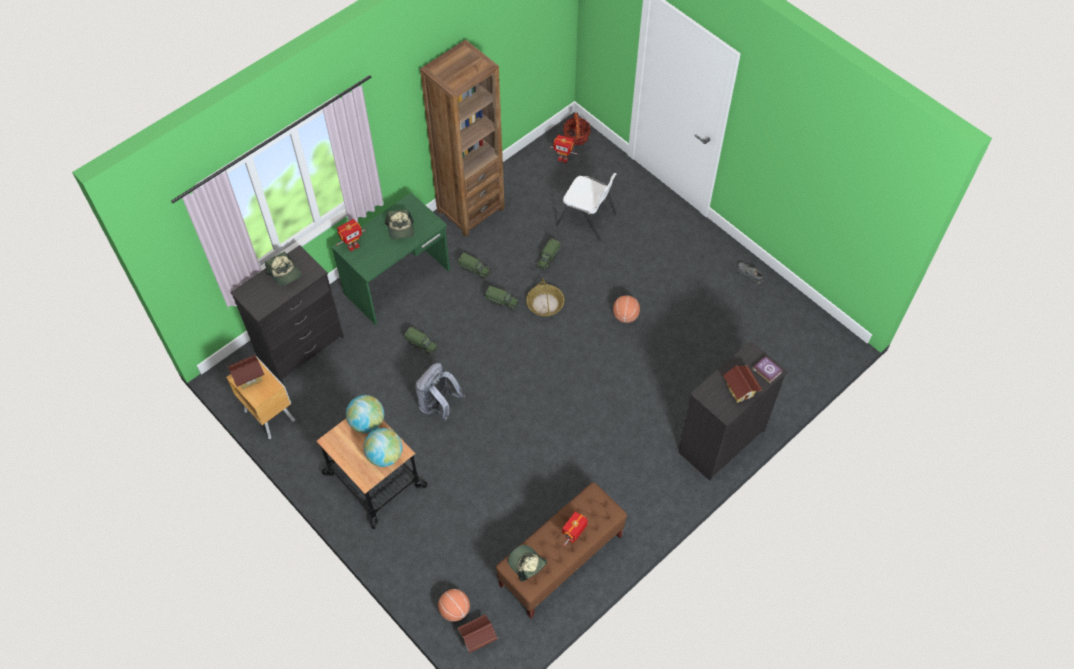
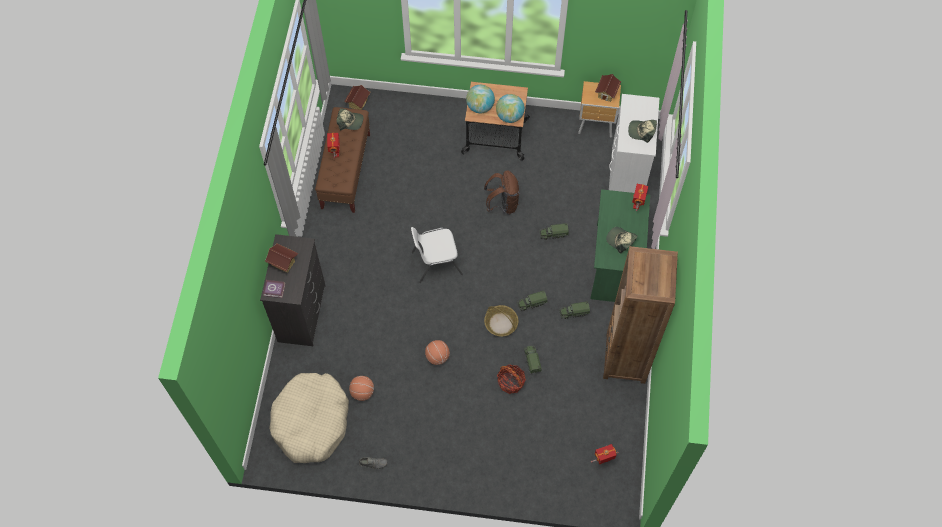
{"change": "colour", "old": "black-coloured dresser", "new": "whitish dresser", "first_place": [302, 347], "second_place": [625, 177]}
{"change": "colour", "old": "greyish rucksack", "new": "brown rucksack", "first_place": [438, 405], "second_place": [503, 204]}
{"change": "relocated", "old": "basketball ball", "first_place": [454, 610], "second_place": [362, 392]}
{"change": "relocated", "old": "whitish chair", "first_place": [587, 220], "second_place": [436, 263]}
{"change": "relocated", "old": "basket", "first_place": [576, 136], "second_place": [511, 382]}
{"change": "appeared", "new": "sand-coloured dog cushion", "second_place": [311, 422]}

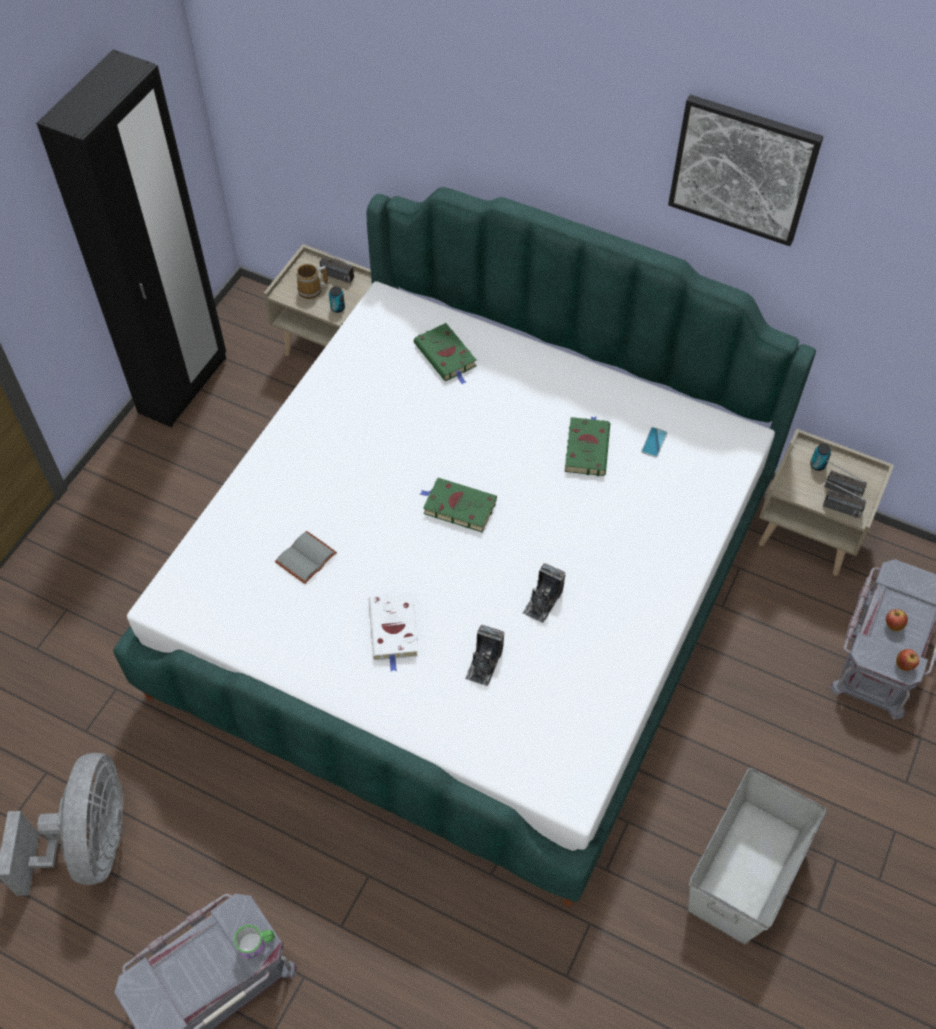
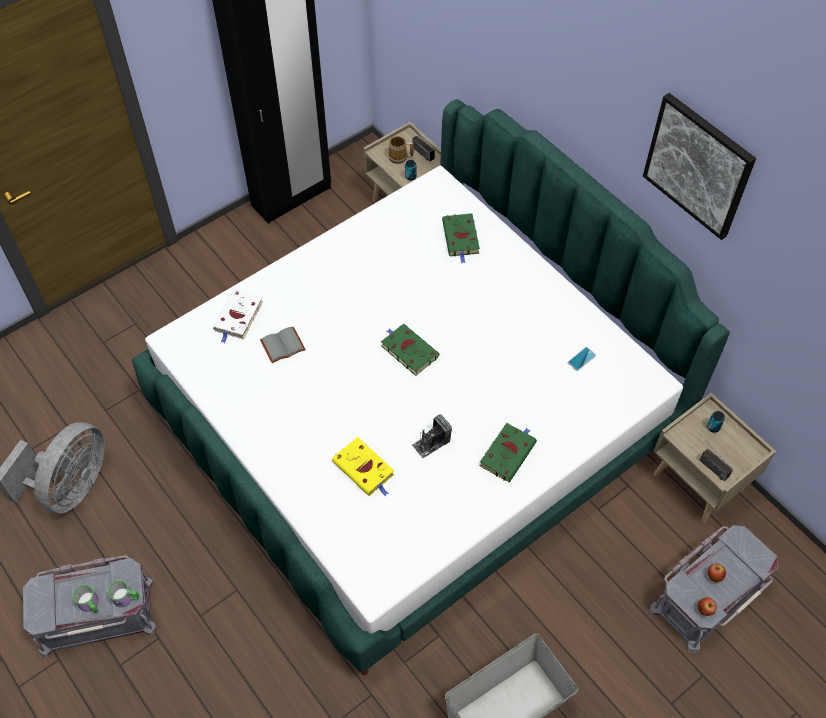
{"change": "relocated", "old": "whitish bound book", "first_place": [394, 631], "second_place": [238, 318]}
{"change": "exchanged", "old": "photo camera", "new": "yellowish bound book", "first_place": [484, 663], "second_place": [364, 469]}
{"change": "relocated", "old": "greenish bound book", "first_place": [586, 447], "second_place": [508, 453]}
{"change": "missing", "old": "radio receiver", "first_place": [833, 487]}
{"change": "appeared", "new": "tea mug", "second_place": [90, 604]}

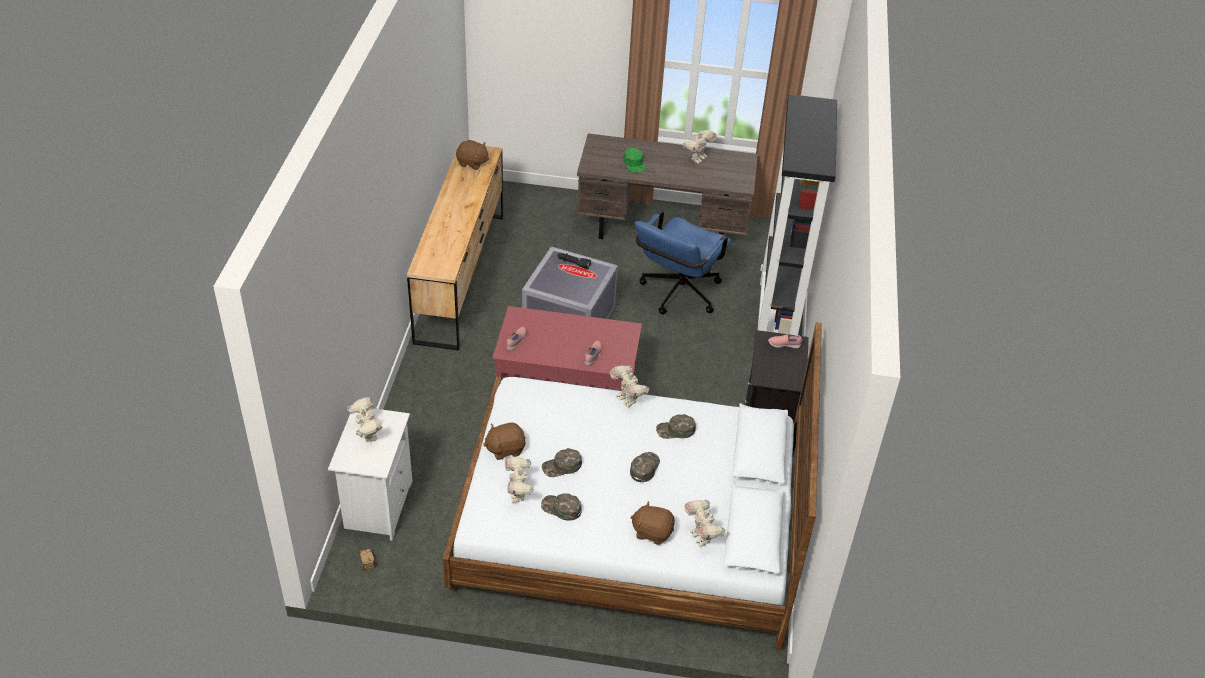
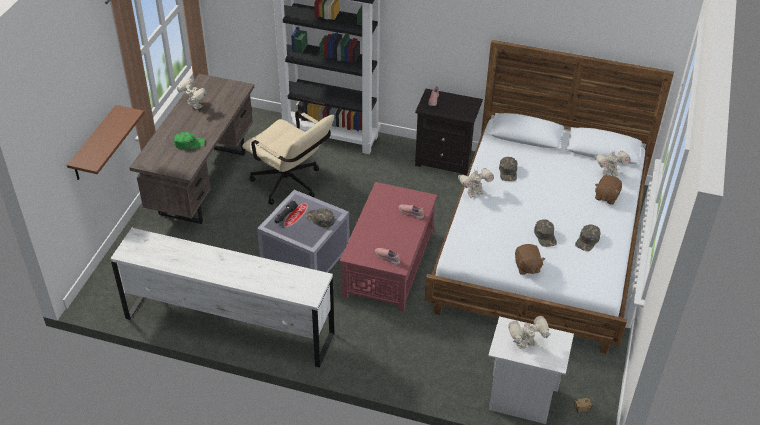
{"change": "colour", "old": "brown dresser", "new": "whitish dresser", "first_place": [461, 277], "second_place": [229, 325]}
{"change": "missing", "old": "brown soft toy", "first_place": [472, 163]}
{"change": "missing", "old": "toy robot", "first_place": [518, 494]}
{"change": "relocated", "old": "greenish cap", "first_place": [644, 467], "second_place": [320, 219]}
{"change": "colour", "old": "blue computer chair", "new": "sand-coloured computer chair", "first_place": [676, 295], "second_place": [291, 185]}
{"change": "appeared", "new": "brown wall shelf", "second_place": [94, 144]}

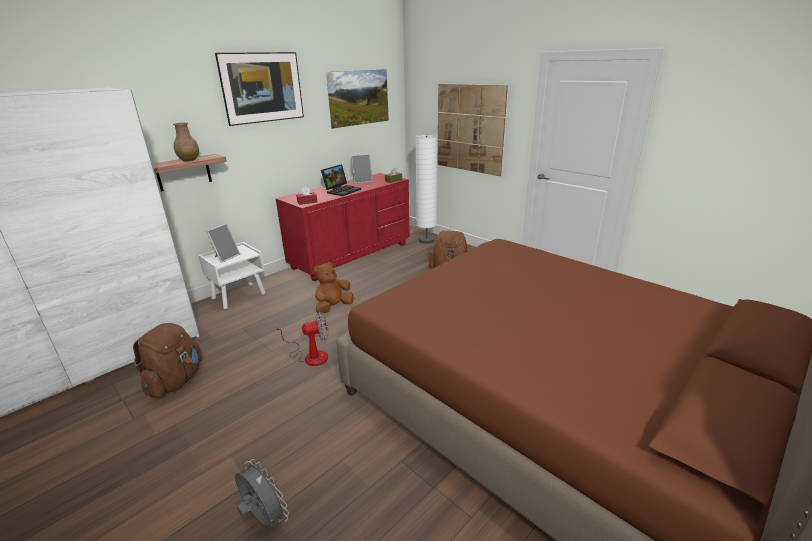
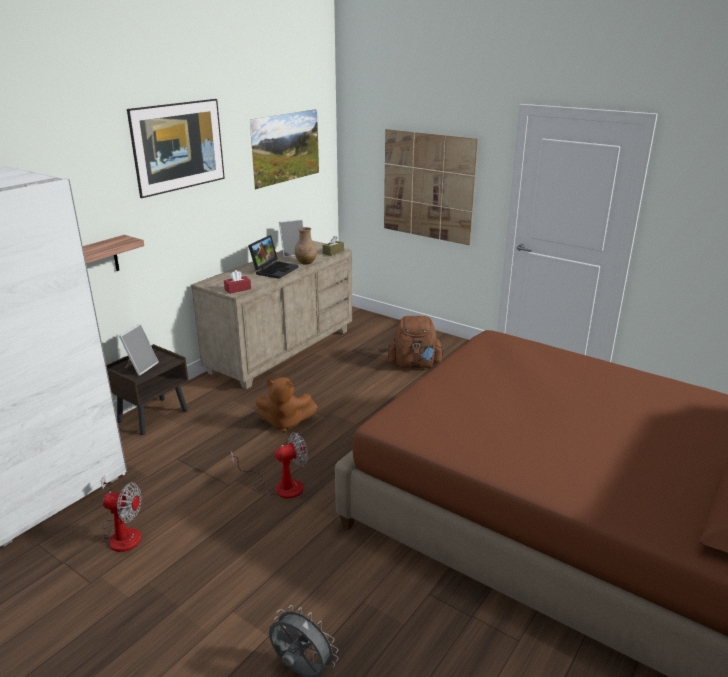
{"change": "exchanged", "old": "brown rucksack", "new": "fan", "first_place": [176, 381], "second_place": [122, 533]}
{"change": "relocated", "old": "brown flower vase", "first_place": [189, 160], "second_place": [306, 262]}
{"change": "colour", "old": "whitish night table", "new": "brown night table", "first_place": [239, 296], "second_place": [153, 415]}
{"change": "colour", "old": "reddish dresser", "new": "sand-coloured dresser", "first_place": [351, 256], "second_place": [282, 351]}
{"change": "spun", "old": "brown soft toy", "first_place": [333, 307], "second_place": [285, 423], "degrees": -120}
{"change": "missing", "old": "whitish standard lamp", "first_place": [426, 240]}

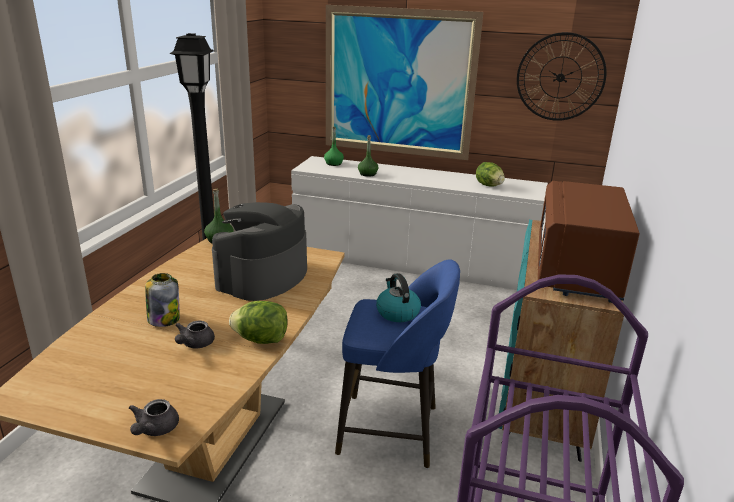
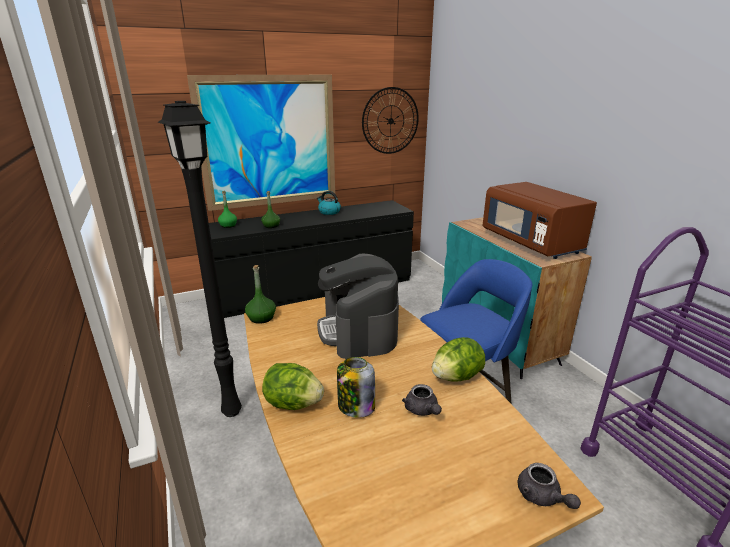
{"change": "colour", "old": "whitish dresser", "new": "black-coloured dresser", "first_place": [412, 262], "second_place": [313, 289]}
{"change": "relocated", "old": "tea kettle", "first_place": [397, 312], "second_place": [329, 212]}
{"change": "relocated", "old": "lettuce head", "first_place": [489, 185], "second_place": [293, 404]}

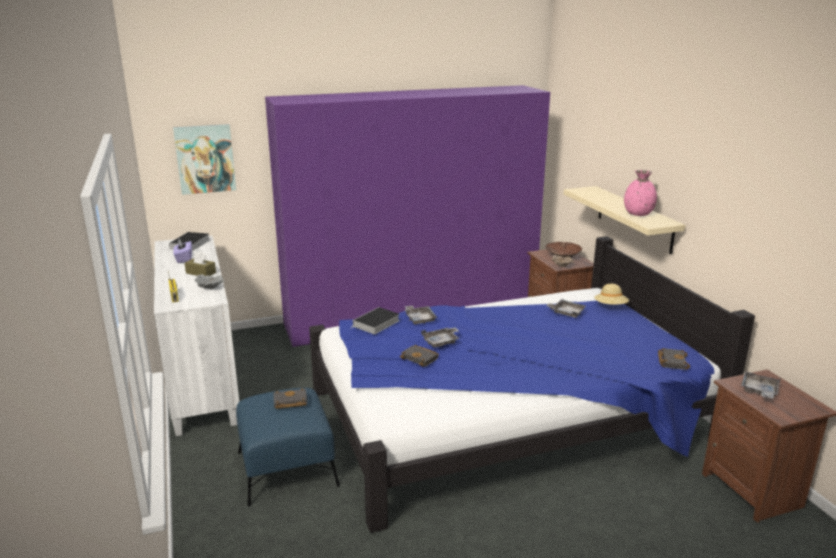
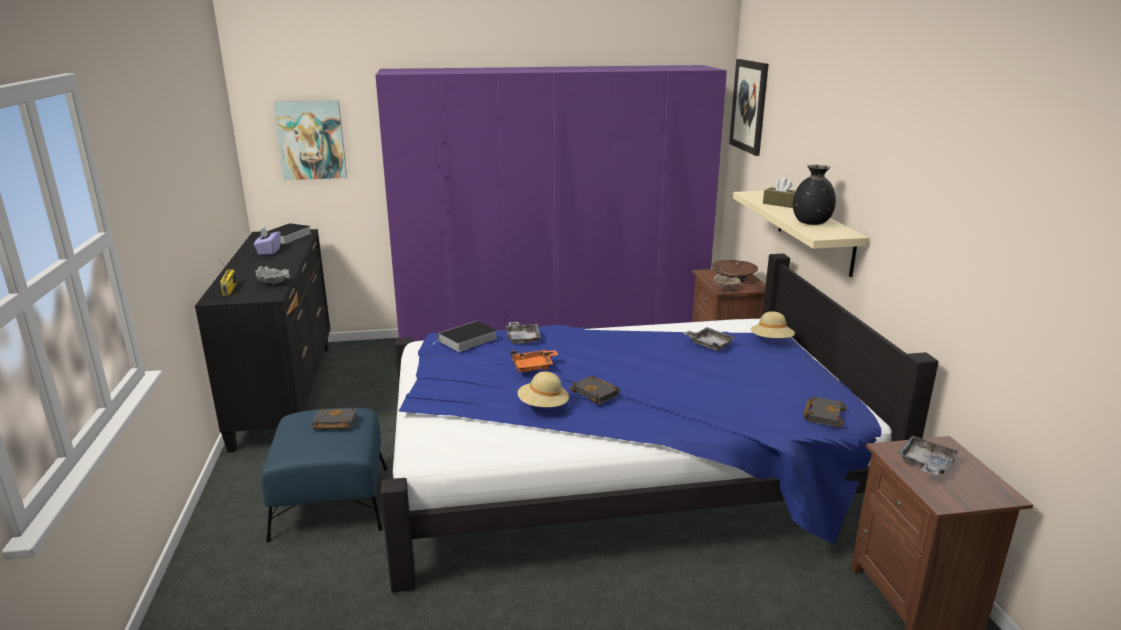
{"change": "colour", "old": "whitish dresser", "new": "black-coloured dresser", "first_place": [202, 380], "second_place": [286, 393]}
{"change": "relocated", "old": "brown tissue box", "first_place": [201, 273], "second_place": [780, 204]}
{"change": "relocated", "old": "black-coloured bound book", "first_place": [421, 358], "second_place": [597, 393]}
{"change": "colour", "old": "greyish serving tray", "new": "orangey serving tray", "first_place": [441, 342], "second_place": [533, 367]}
{"change": "colour", "old": "pinkish flower vase", "new": "black-coloured flower vase", "first_place": [638, 214], "second_place": [811, 223]}
{"change": "appeared", "new": "sand-coloured clothing hat", "second_place": [543, 406]}
{"change": "appeared", "new": "picture", "second_place": [749, 106]}

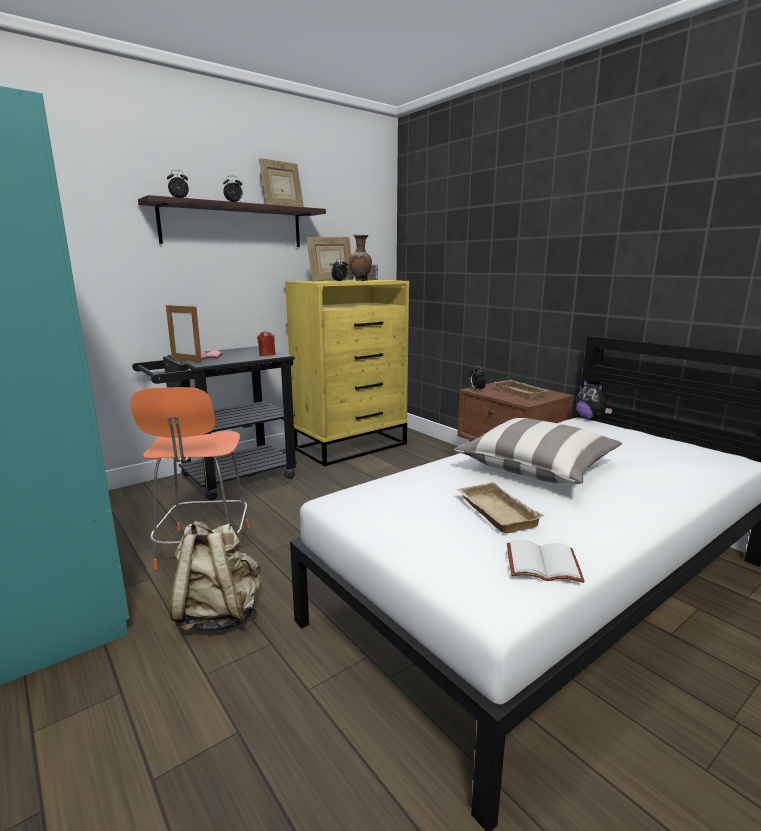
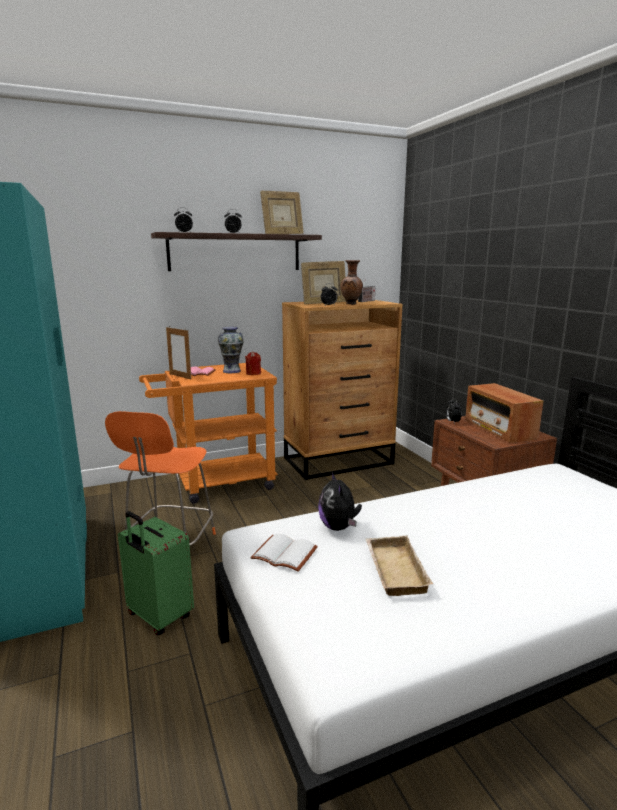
{"change": "colour", "old": "black-coloured cart", "new": "orangey cart", "first_place": [228, 479], "second_place": [215, 483]}
{"change": "exchanged", "old": "sand-coloured rucksack", "new": "greenish piece of luggage", "first_place": [219, 615], "second_place": [158, 617]}
{"change": "colour", "old": "yellowish dresser", "new": "brown dresser", "first_place": [352, 446], "second_place": [339, 461]}
{"change": "missing", "old": "throw pillow", "first_place": [536, 468]}
{"change": "exchanged", "old": "sand-coloured serving tray", "new": "radio receiver", "first_place": [522, 393], "second_place": [499, 430]}
{"change": "relocated", "old": "whitish bound book", "first_place": [543, 563], "second_place": [286, 553]}
{"change": "relocated", "old": "soft toy", "first_place": [590, 419], "second_place": [339, 527]}
{"change": "appeared", "new": "flower vase", "second_place": [232, 371]}

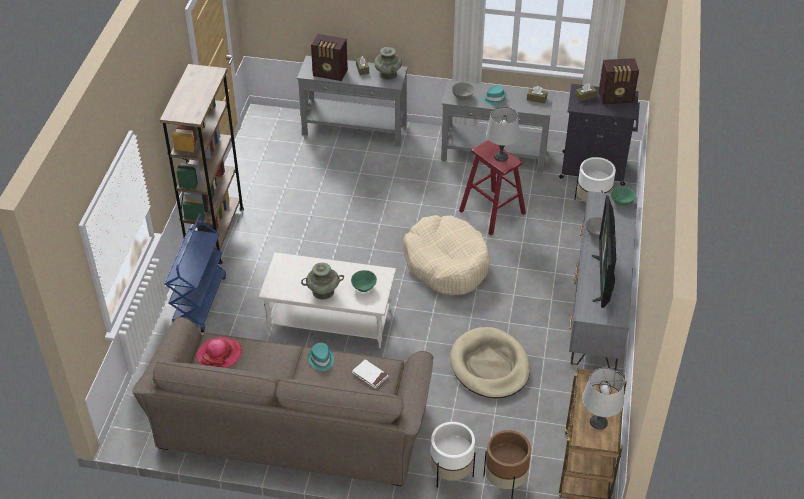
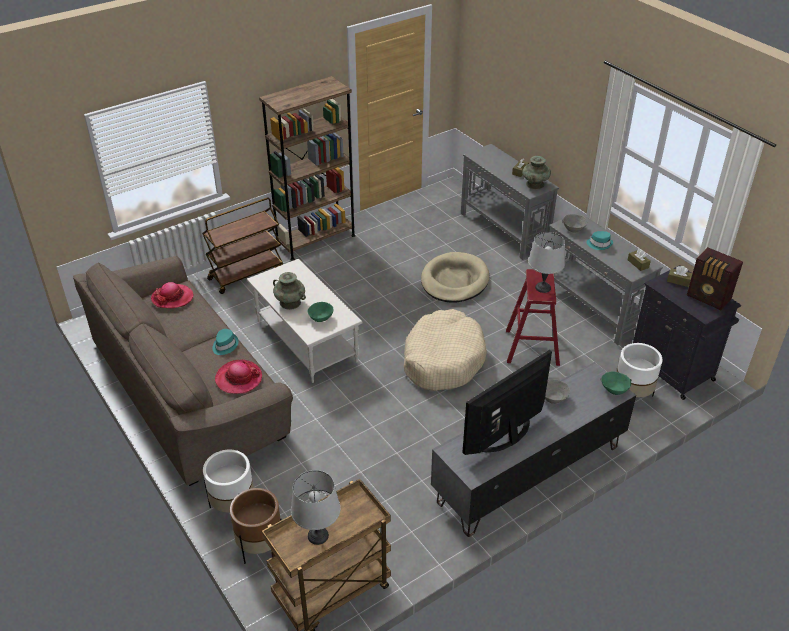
{"change": "colour", "old": "blue cart", "new": "brown cart", "first_place": [199, 301], "second_place": [246, 274]}
{"change": "missing", "old": "radio receiver", "first_place": [330, 74]}
{"change": "exchanged", "old": "whitish bound book", "new": "clothing hat", "first_place": [370, 375], "second_place": [238, 378]}
{"change": "relocated", "old": "sand-coloured dog cushion", "first_place": [490, 366], "second_place": [454, 281]}

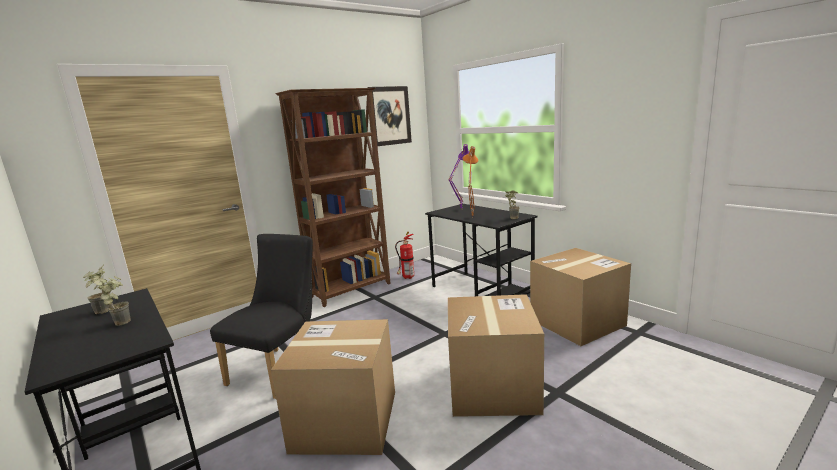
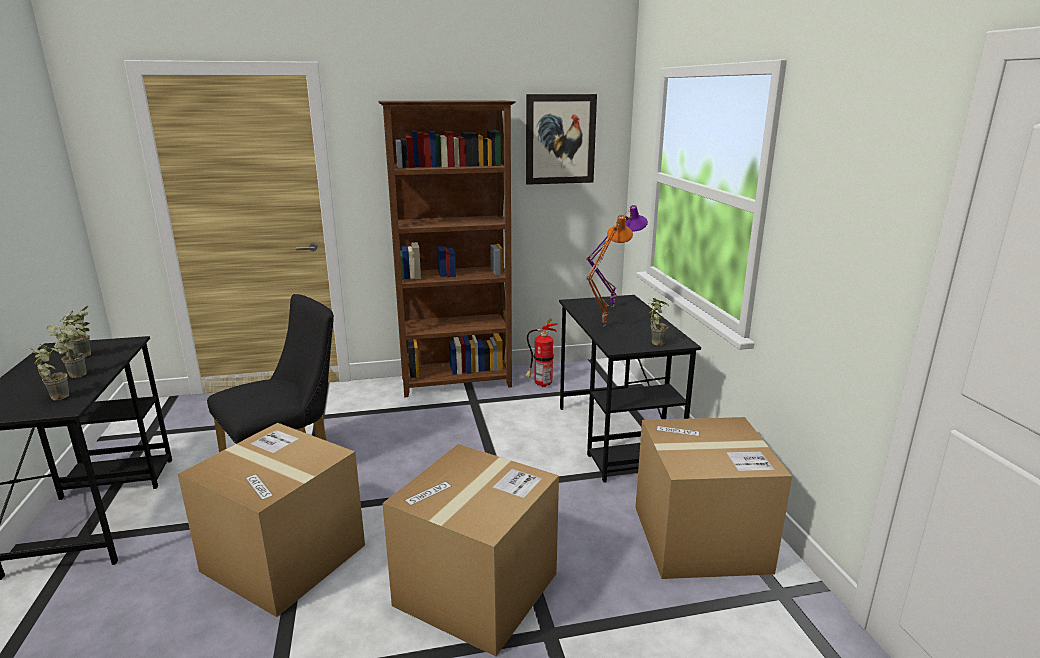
{"change": "appeared", "new": "plant in a pot", "second_place": [56, 396]}

